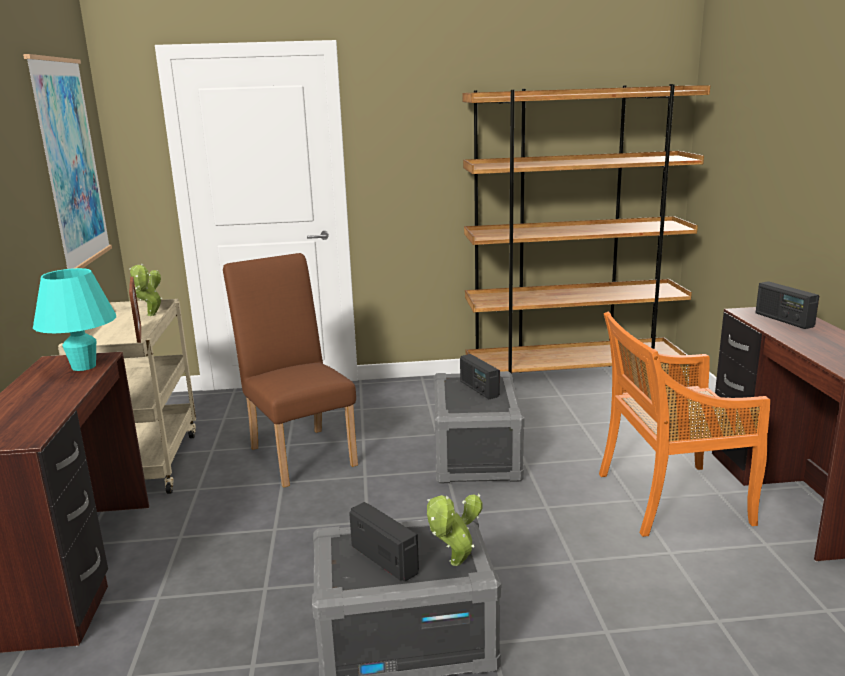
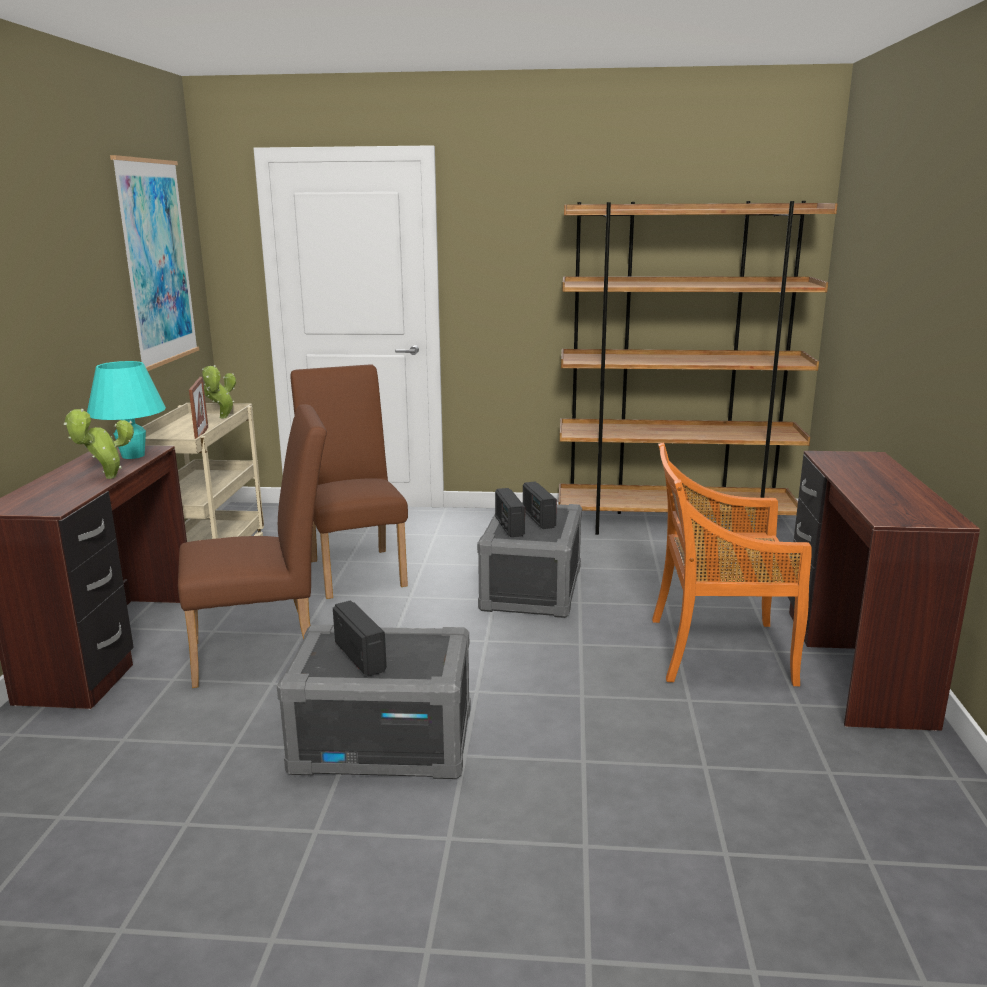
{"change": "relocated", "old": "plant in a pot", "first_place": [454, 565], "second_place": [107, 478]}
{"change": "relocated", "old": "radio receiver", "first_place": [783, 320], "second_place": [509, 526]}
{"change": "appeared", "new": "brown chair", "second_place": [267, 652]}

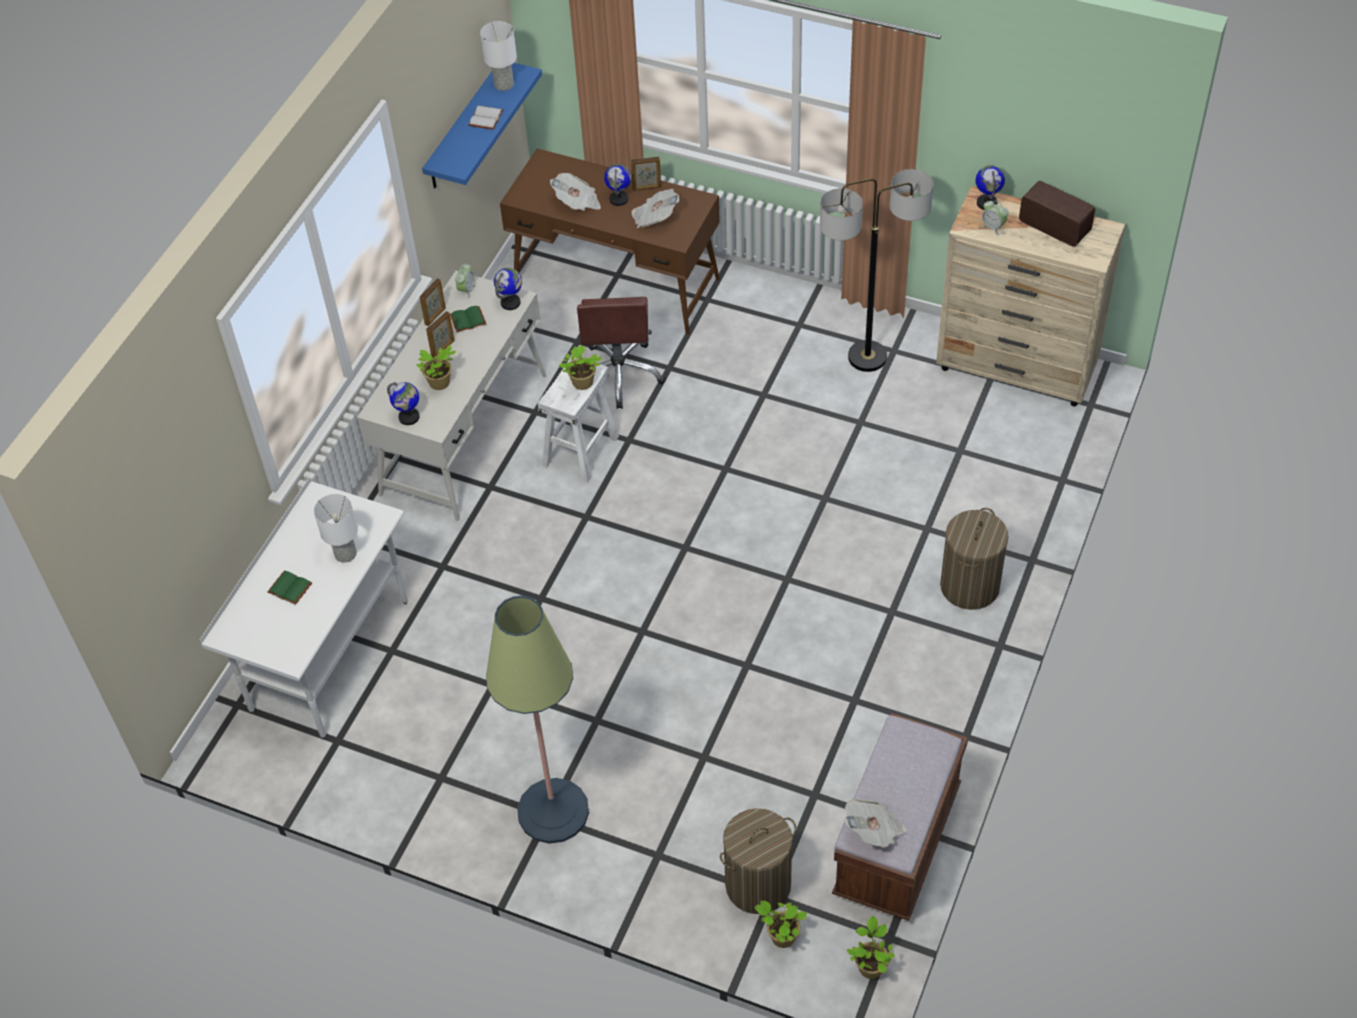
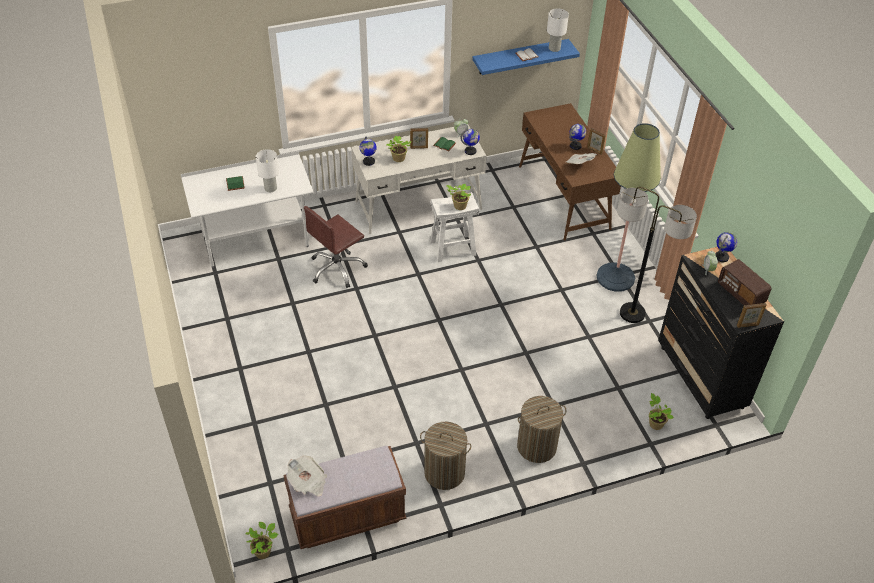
{"change": "relocated", "old": "picture frame", "first_place": [435, 316], "second_place": [748, 325]}
{"change": "relocated", "old": "standard lamp", "first_place": [553, 811], "second_place": [615, 277]}
{"change": "missing", "old": "daily paper", "first_place": [577, 203]}
{"change": "relocated", "old": "brown computer chair", "first_place": [619, 374], "second_place": [337, 268]}
{"change": "relocated", "old": "washing basket", "first_place": [758, 885], "second_place": [444, 473]}
{"change": "relocated", "old": "plant in a pot", "first_place": [781, 937], "second_place": [655, 423]}
{"change": "colour", "old": "sand-coloured dresser", "new": "black-coloured dresser", "first_place": [1017, 368], "second_place": [701, 377]}
{"change": "spun", "old": "radio receiver", "first_place": [1054, 227], "second_place": [741, 293], "degrees": 150}

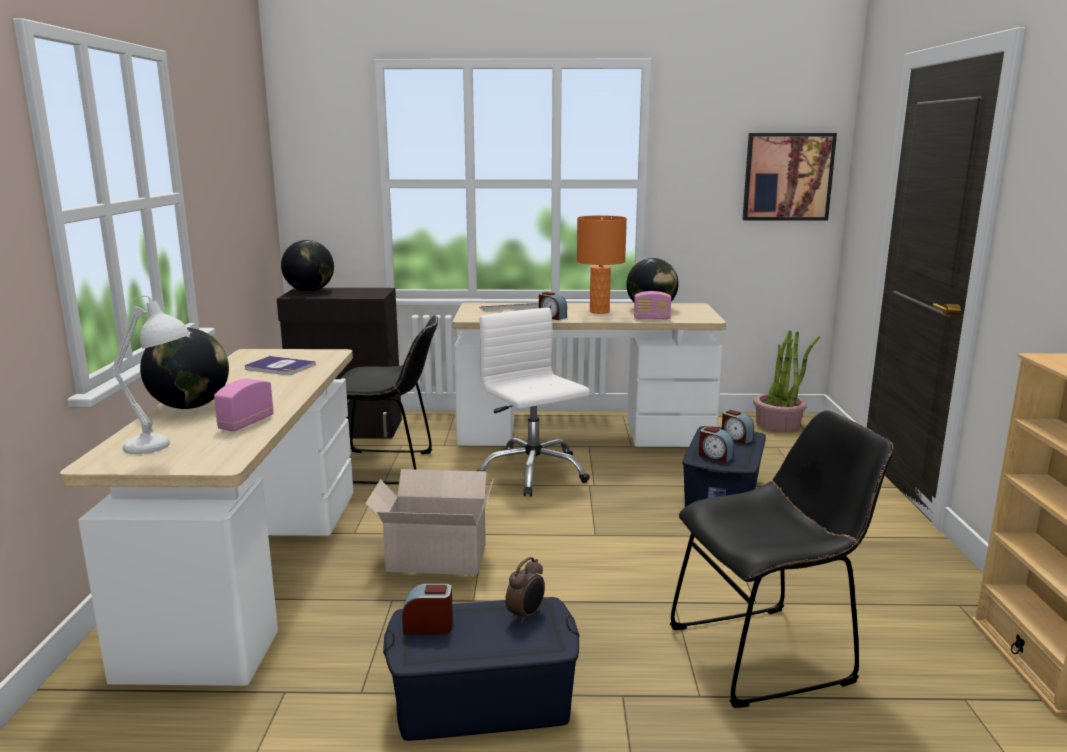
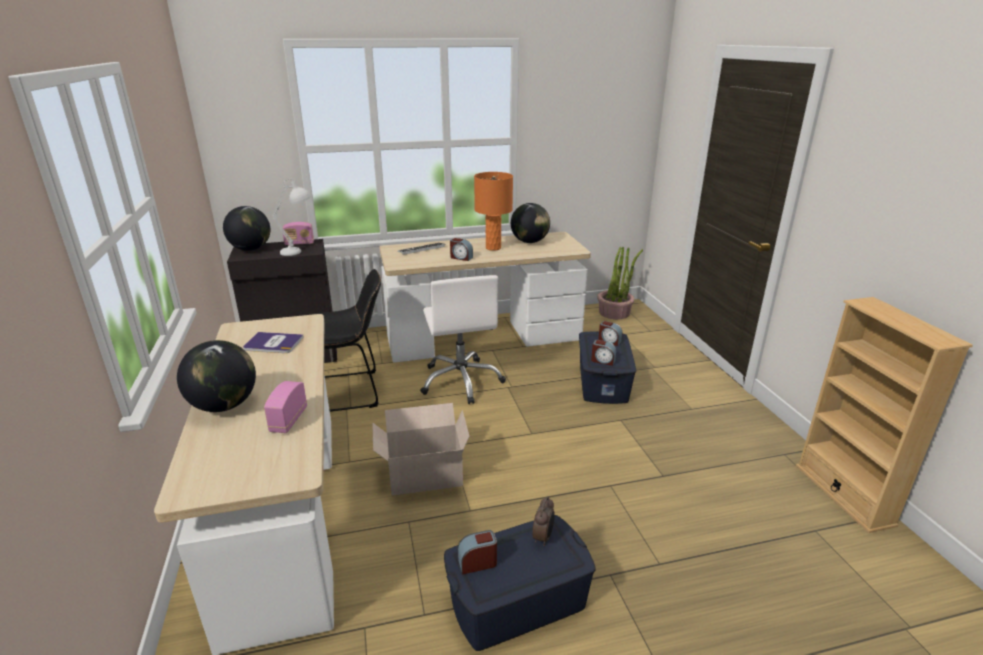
{"change": "relocated", "old": "whitish lamp for a table", "first_place": [162, 447], "second_place": [299, 252]}
{"change": "spun", "old": "whitish computer chair", "first_place": [532, 472], "second_place": [461, 381], "degrees": -150}
{"change": "relocated", "old": "radio receiver", "first_place": [651, 318], "second_place": [299, 243]}
{"change": "missing", "old": "black-coloured chair", "first_place": [768, 653]}
{"change": "missing", "old": "picture", "first_place": [787, 177]}

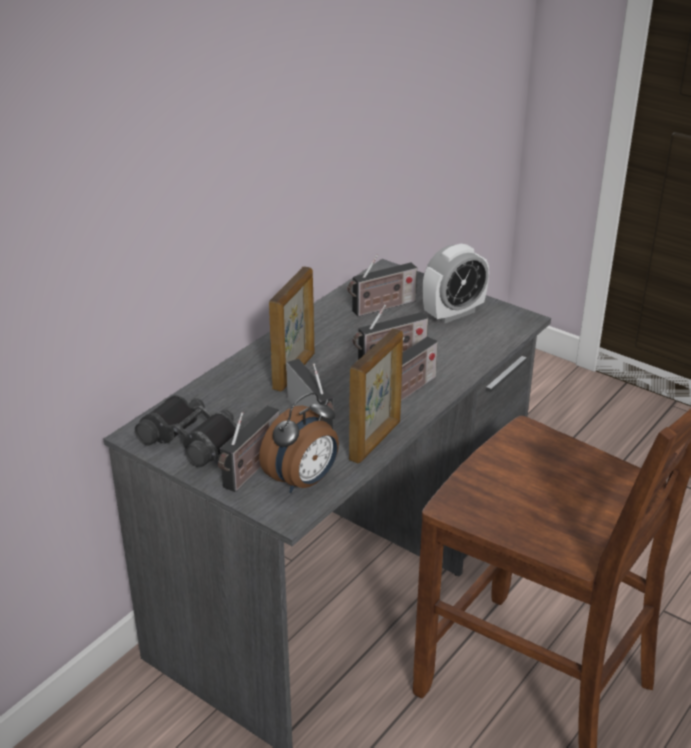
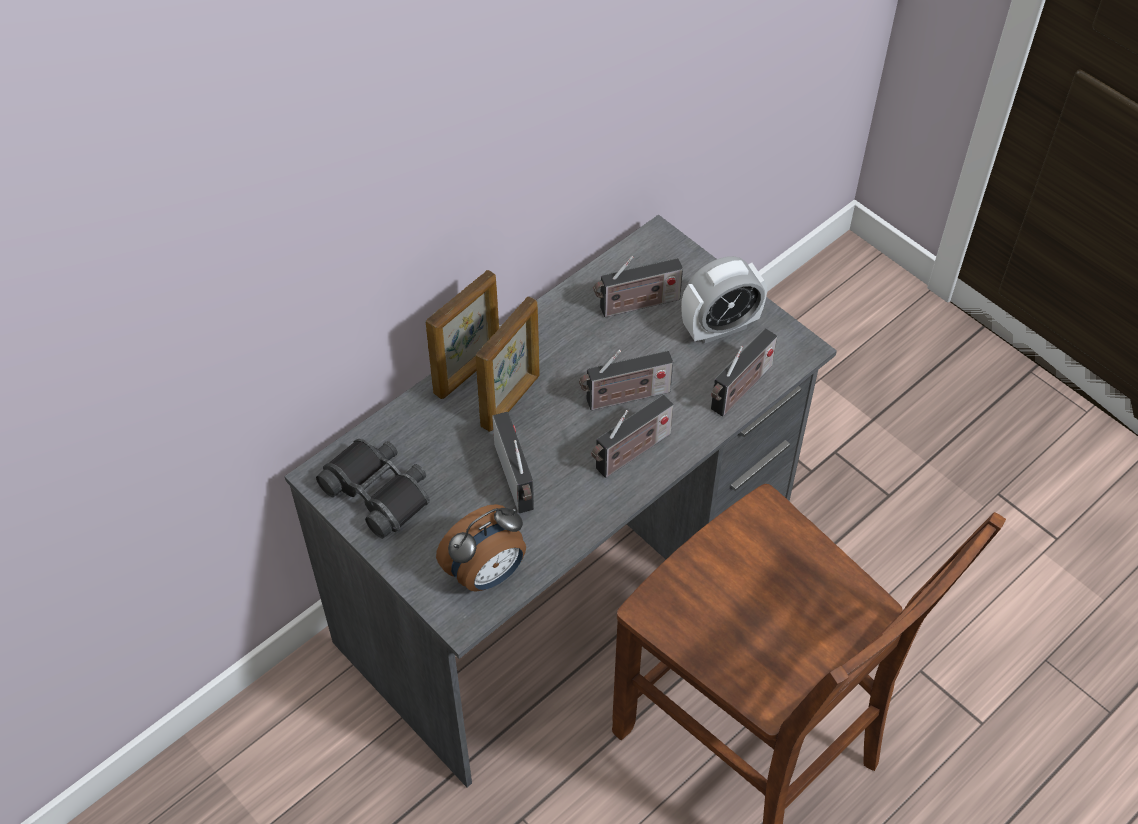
{"change": "relocated", "old": "radio receiver", "first_place": [251, 470], "second_place": [740, 391]}
{"change": "relocated", "old": "picture frame", "first_place": [376, 441], "second_place": [468, 372]}

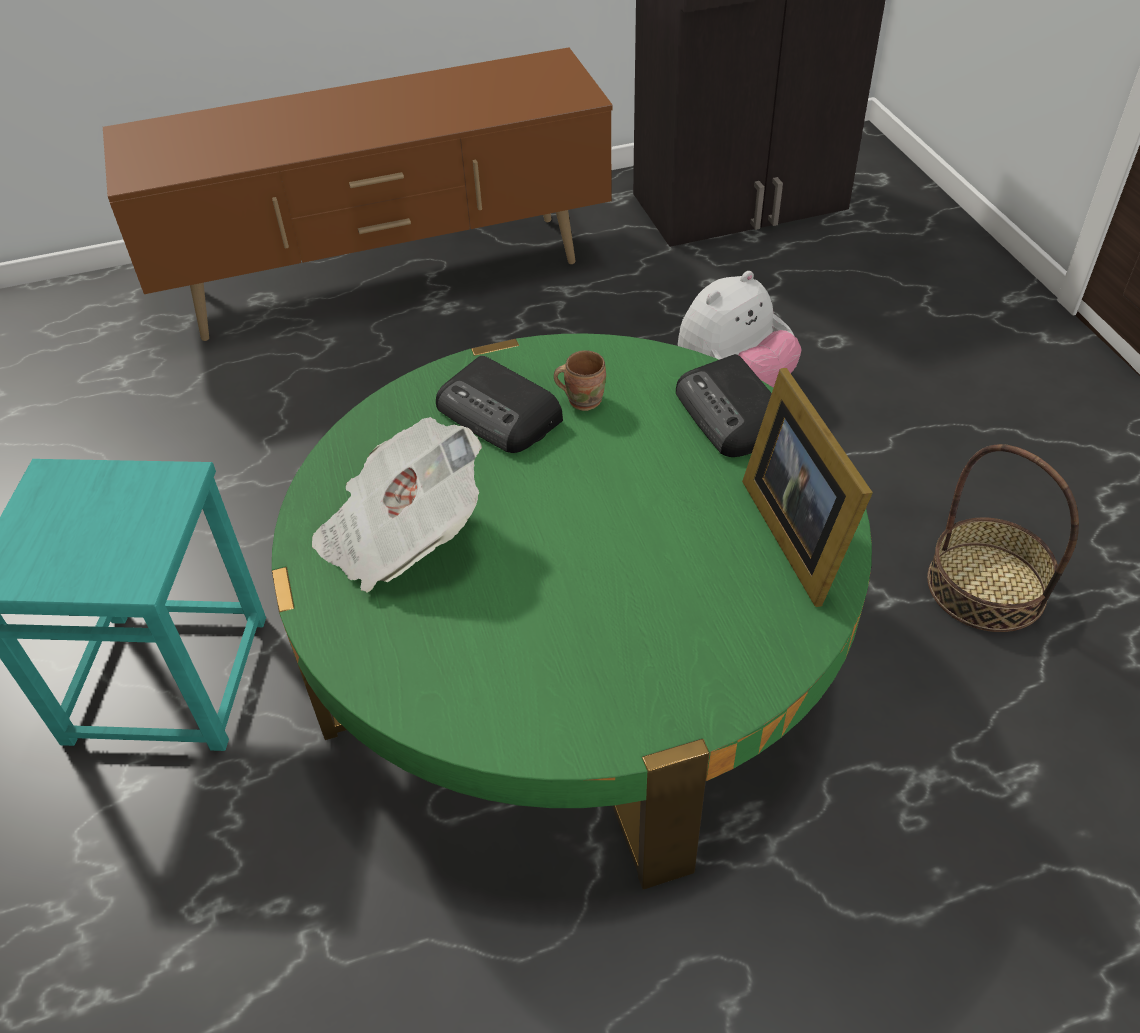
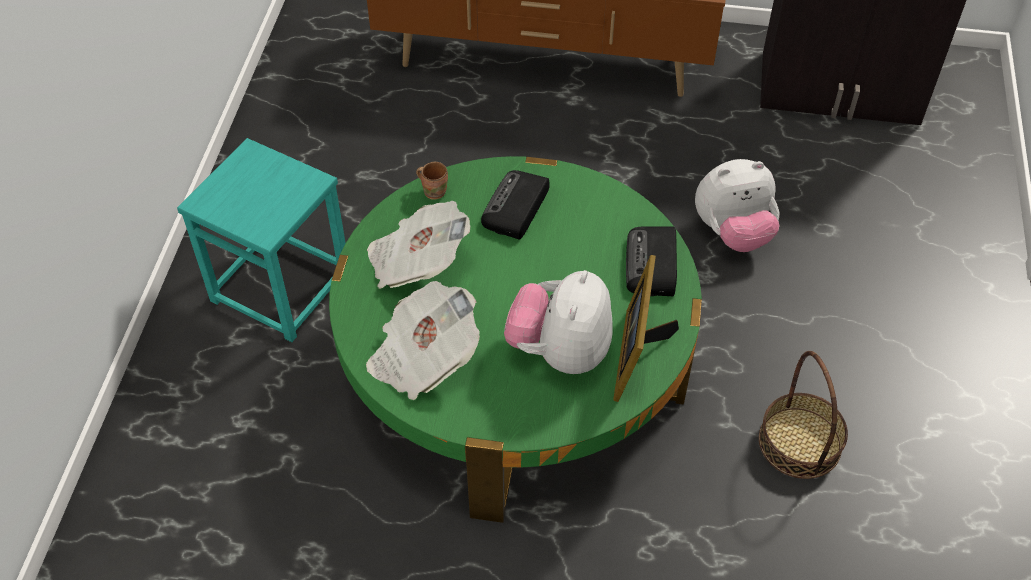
{"change": "spun", "old": "radio receiver", "first_place": [500, 414], "second_place": [515, 209], "degrees": 45}
{"change": "relocated", "old": "brown tea mug", "first_place": [582, 399], "second_place": [434, 191]}
{"change": "appeared", "new": "daily paper", "second_place": [423, 357]}
{"change": "appeared", "new": "soft toy", "second_place": [560, 351]}

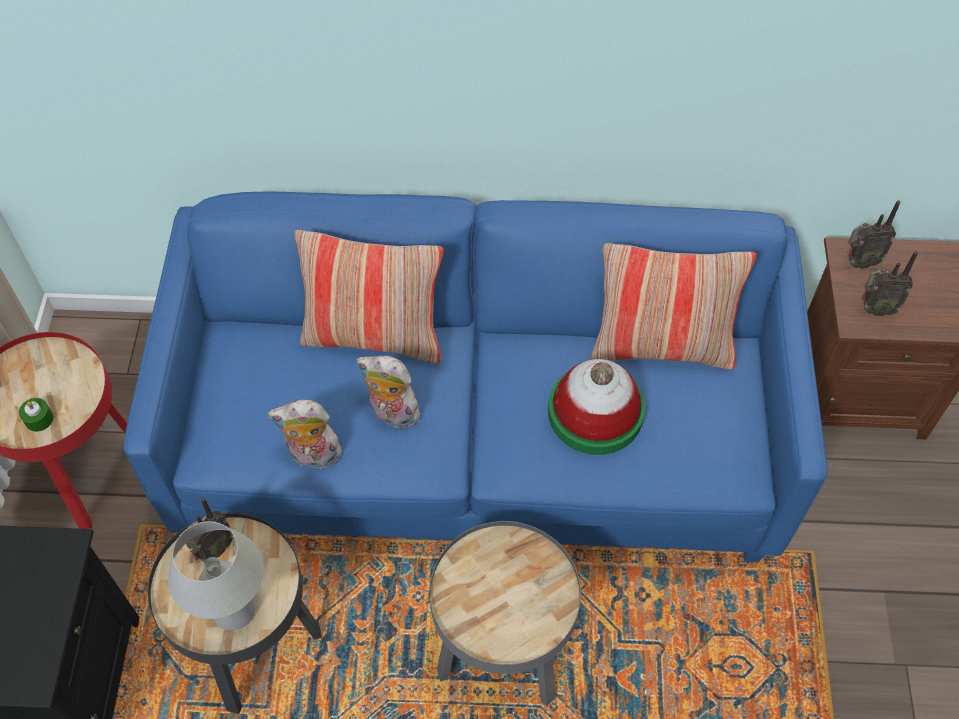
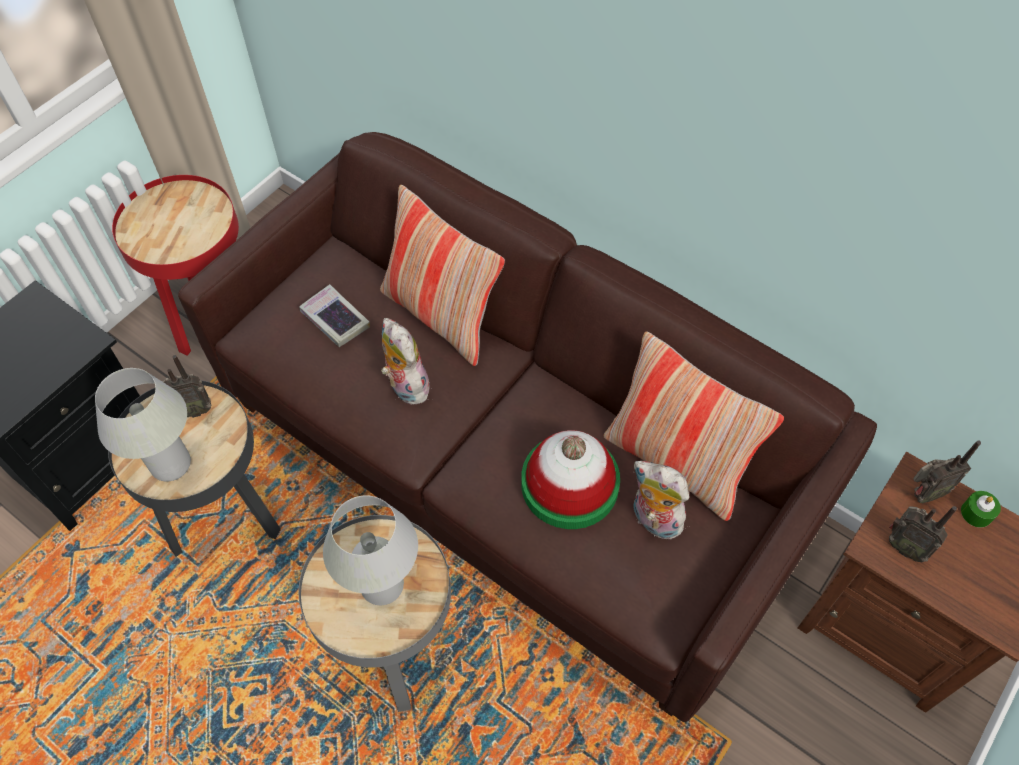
{"change": "relocated", "old": "greenish wax candle", "first_place": [39, 419], "second_place": [976, 513]}
{"change": "colour", "old": "blue couch", "new": "brown couch", "first_place": [480, 442], "second_place": [512, 463]}
{"change": "relocated", "old": "soft toy", "first_place": [312, 456], "second_place": [653, 520]}
{"change": "spun", "old": "radio receiver", "first_place": [859, 262], "second_place": [923, 493], "degrees": -45}
{"change": "appeared", "new": "bound book", "second_place": [335, 319]}
{"change": "appeared", "new": "whitish lamp for a table", "second_place": [382, 585]}

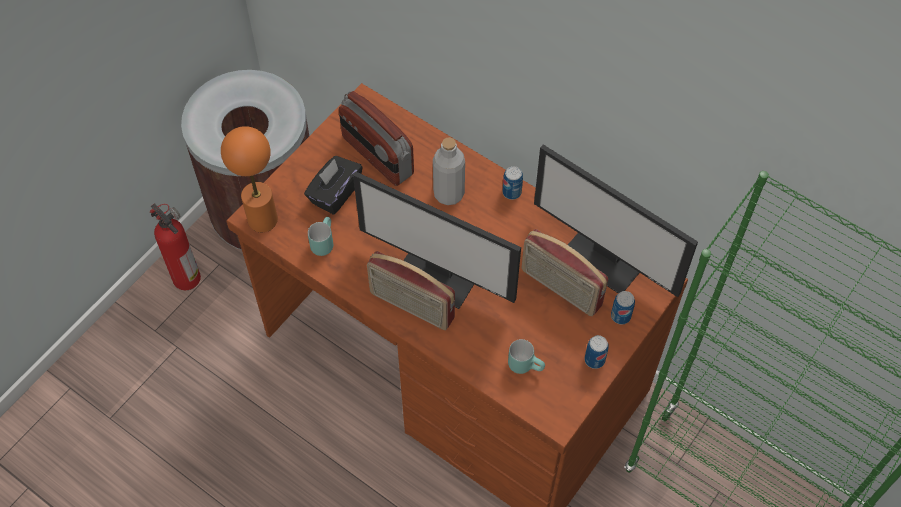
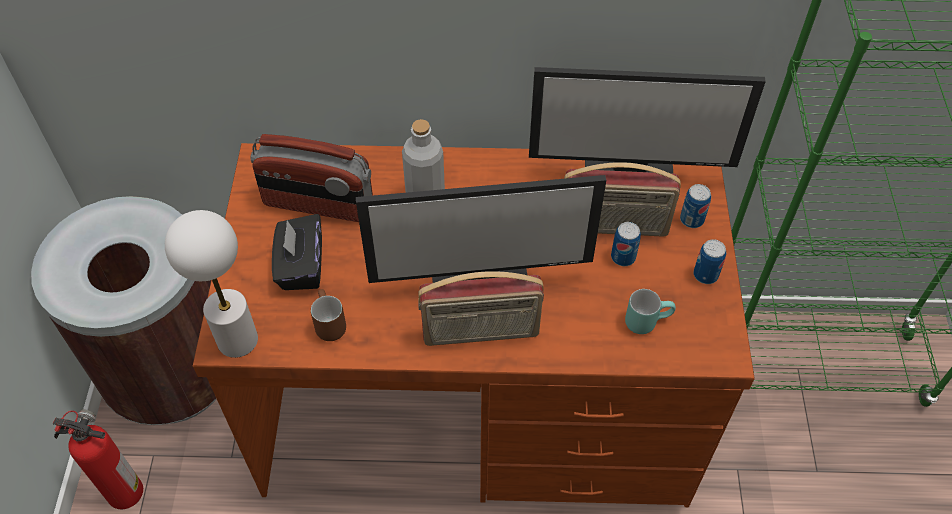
{"change": "colour", "old": "orangey lamp for a table", "new": "whitish lamp for a table", "first_place": [262, 219], "second_place": [237, 340]}
{"change": "colour", "old": "turquoise-coloured tea mug", "new": "brown tea mug", "first_place": [322, 242], "second_place": [327, 324]}
{"change": "relocated", "old": "sealed can", "first_place": [512, 192], "second_place": [623, 257]}

